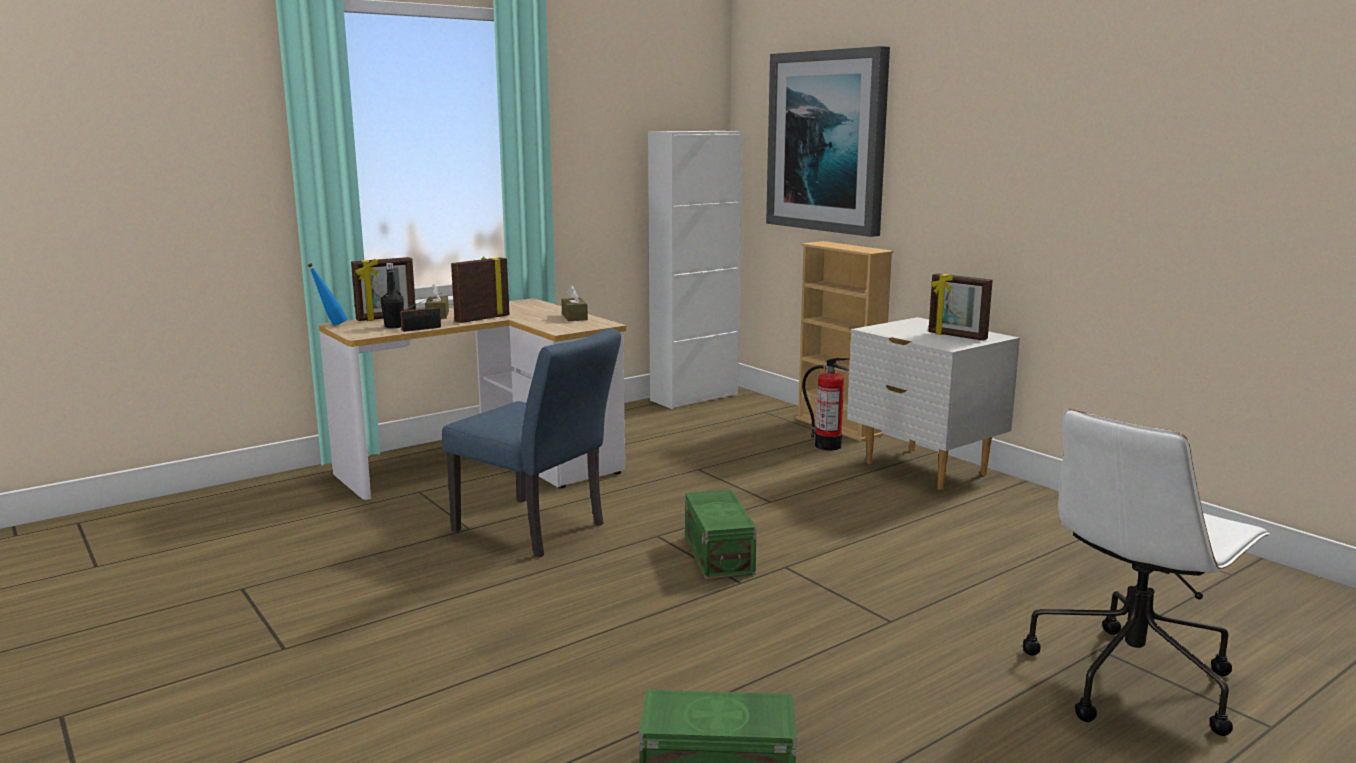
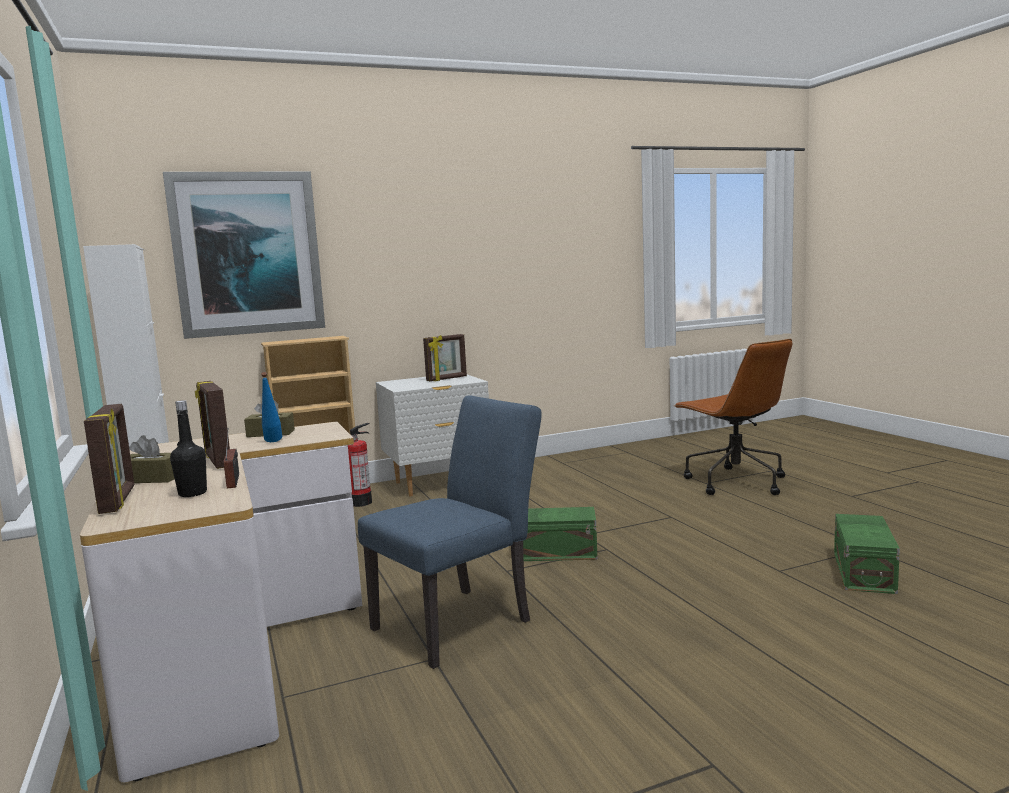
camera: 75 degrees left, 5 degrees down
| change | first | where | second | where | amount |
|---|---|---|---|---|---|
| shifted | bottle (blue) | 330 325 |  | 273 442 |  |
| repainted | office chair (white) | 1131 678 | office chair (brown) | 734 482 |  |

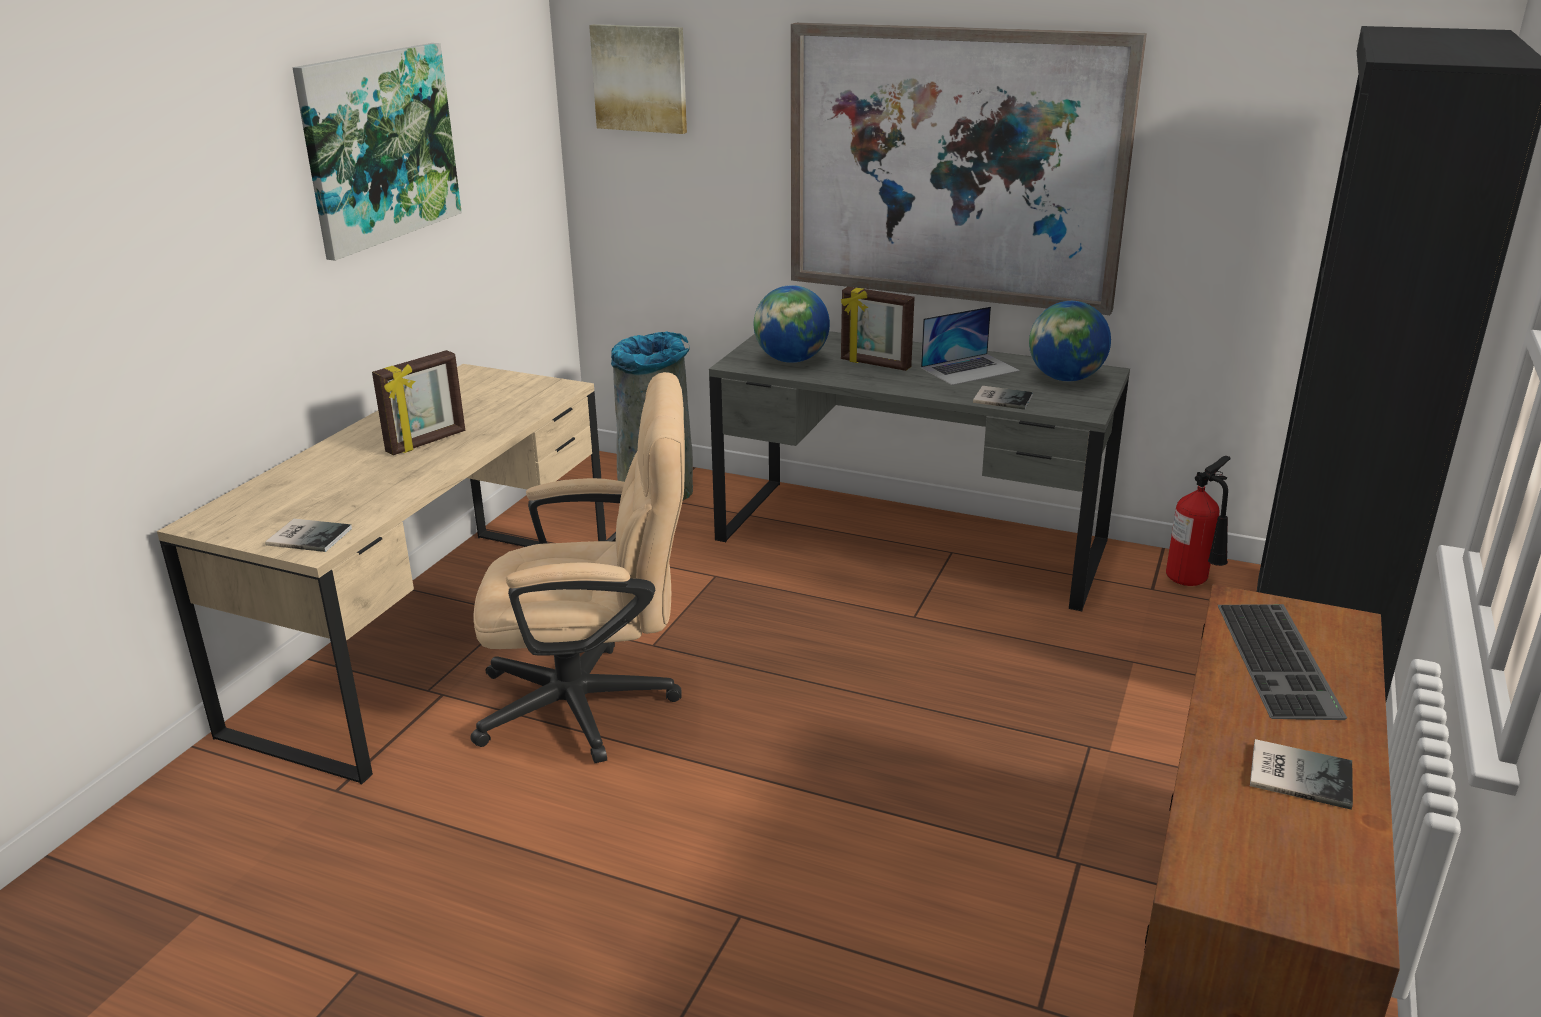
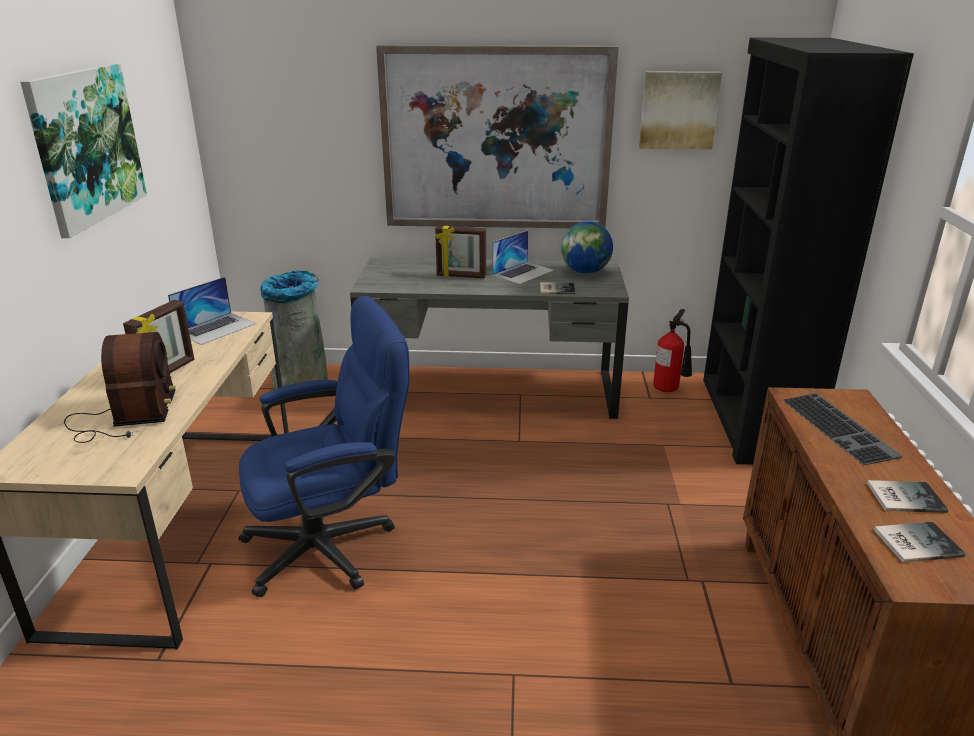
camera: 20 degrees left, 0 degrees up
| change | first | where | second | where | amount |
|---|---|---|---|---|---|
| new |  |  | radio | 125 417 |  |
| new |  |  | laptop | 216 328 |  |
| repainted | office chair (beige) | 595 703 | office chair (blue) | 333 545 |  |
| shifted | picture | 640 78 |  | 678 110 |  |
| shifted | book | 308 535 |  | 914 542 |  |
| gone | globe | 791 360 |  |  |  |

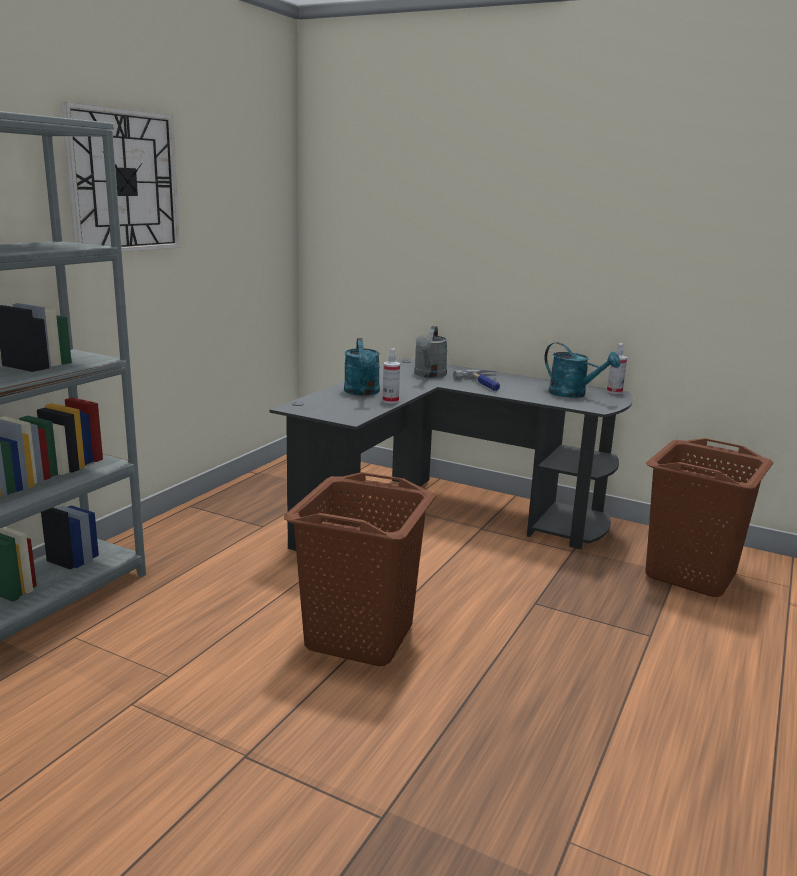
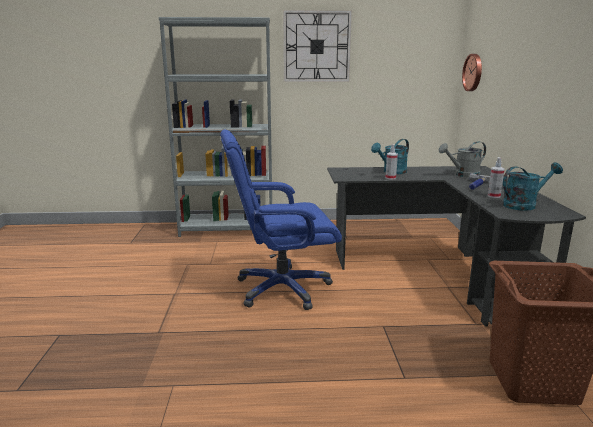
camera: 60 degrees right, 0 degrees up
| change | first | where | second | where | amount |
|---|---|---|---|---|---|
| swapped | laundry basket (brown) | 358 636 | office chair (blue) | 281 288 |  |
| new |  |  | wall clock | 473 72 |  |
| shifted | spray bottle | 614 391 |  | 494 196 |  |
| rotated | watering can (turquoise) | 573 394 |  | 524 205 | 120 degrees counterclockwise |

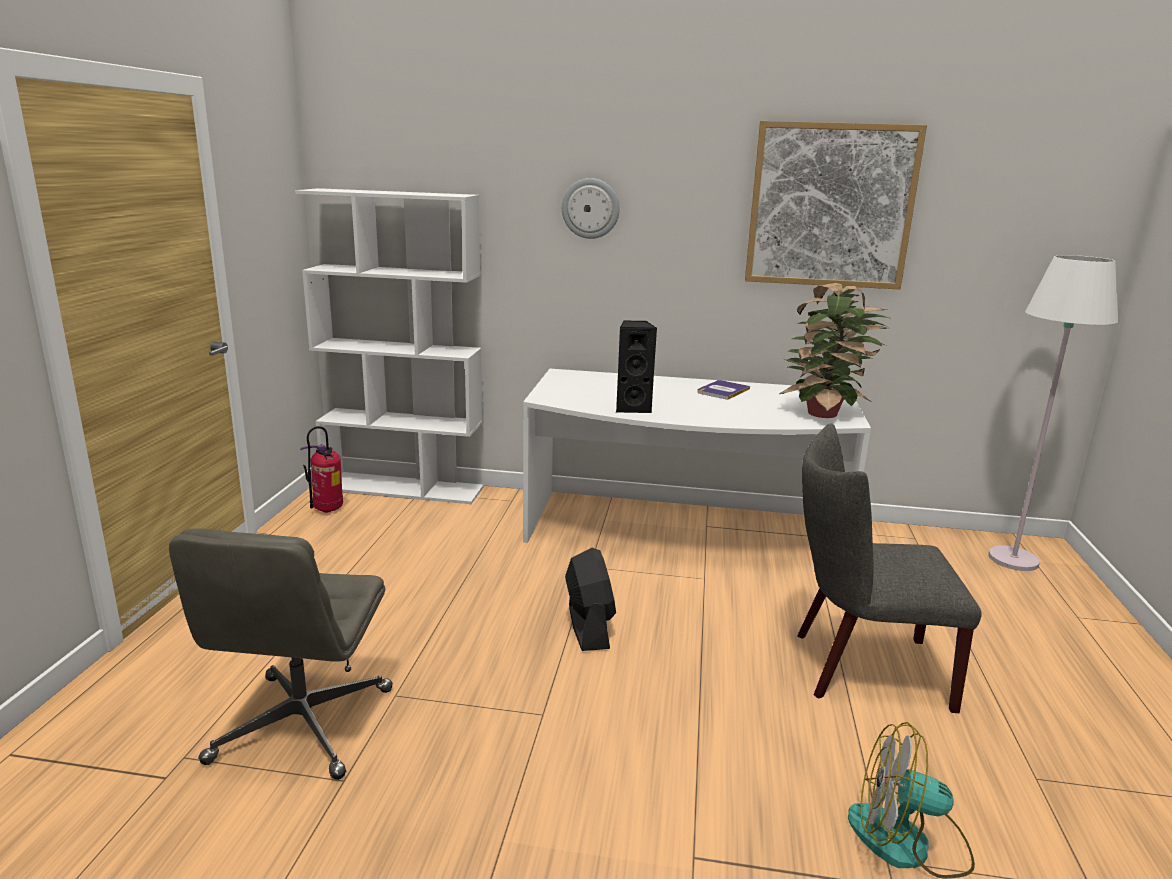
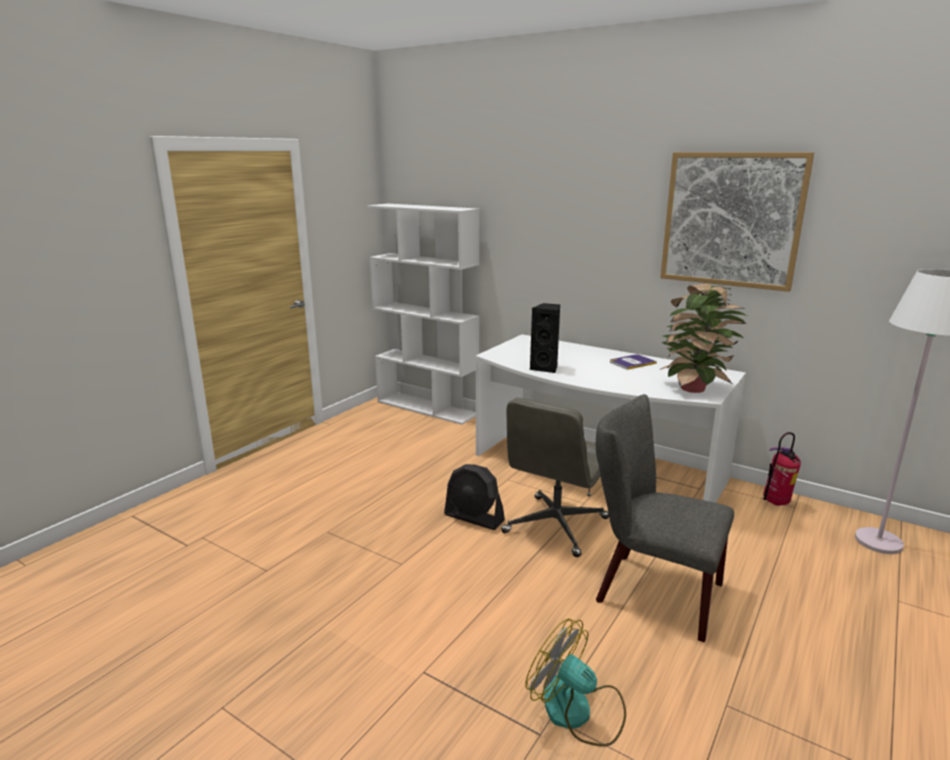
camera: 25 degrees right, 0 degrees up
| change | first | where | second | where | amount |
|---|---|---|---|---|---|
| rotated | fan (black) | 588 627 |  | 474 518 | 105 degrees clockwise |
| shifted | office chair (grey) | 302 726 |  | 555 526 |  |
| shifted | fire extinguisher | 327 510 |  | 776 503 |  |
| gone | wall clock | 590 208 |  |  |  |

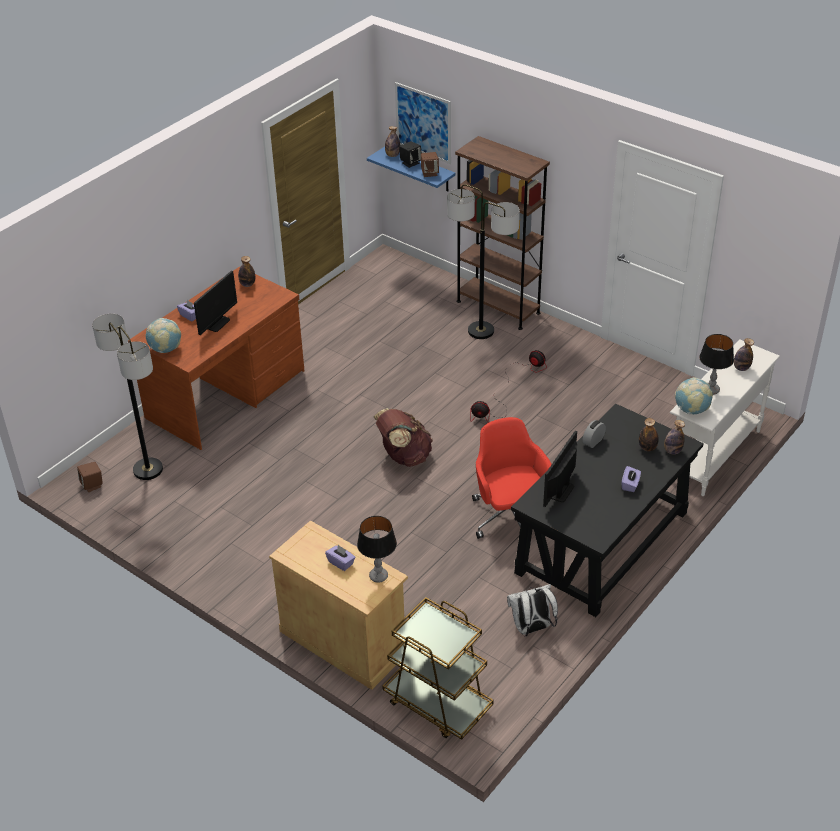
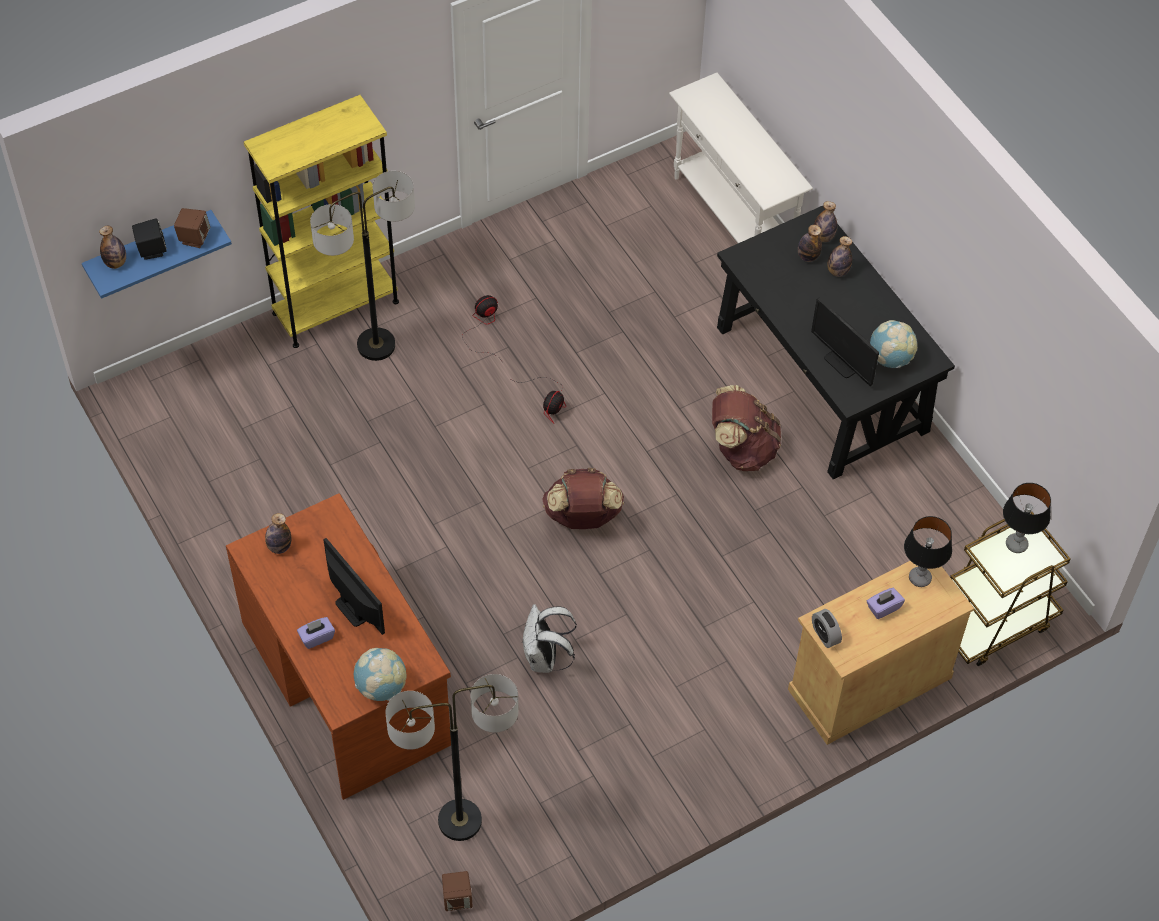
camera: 70 degrees left, 15 degrees up
| change | first | where | second | where | amount |
|---|---|---|---|---|---|
| repainted | bookcase (brown) | 498 307 | bookcase (yellow) | 335 307 |  |
| shifted | backpack (white) | 531 628 |  | 545 659 |  |
| swapped | office chair (red) | 510 517 | backpack (brown) | 741 449 |  |
| shifted | alarm clock | 593 441 |  | 825 635 |  |
| shifted | bottle | 741 368 |  | 837 271 |  |
| shifted | globe | 691 410 |  | 890 358 |  |
| shifted | table lamp | 711 390 |  | 1016 544 |  |
| gone | picture | 423 123 |  |  |  |
| gone | tissue box (purple) | 630 485 |  |  |  |

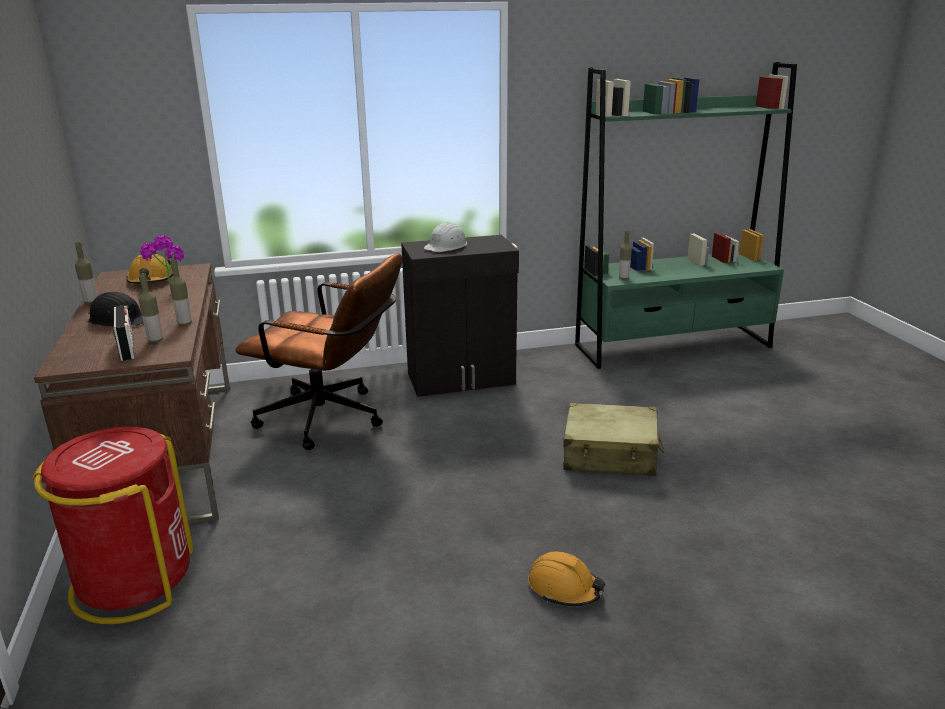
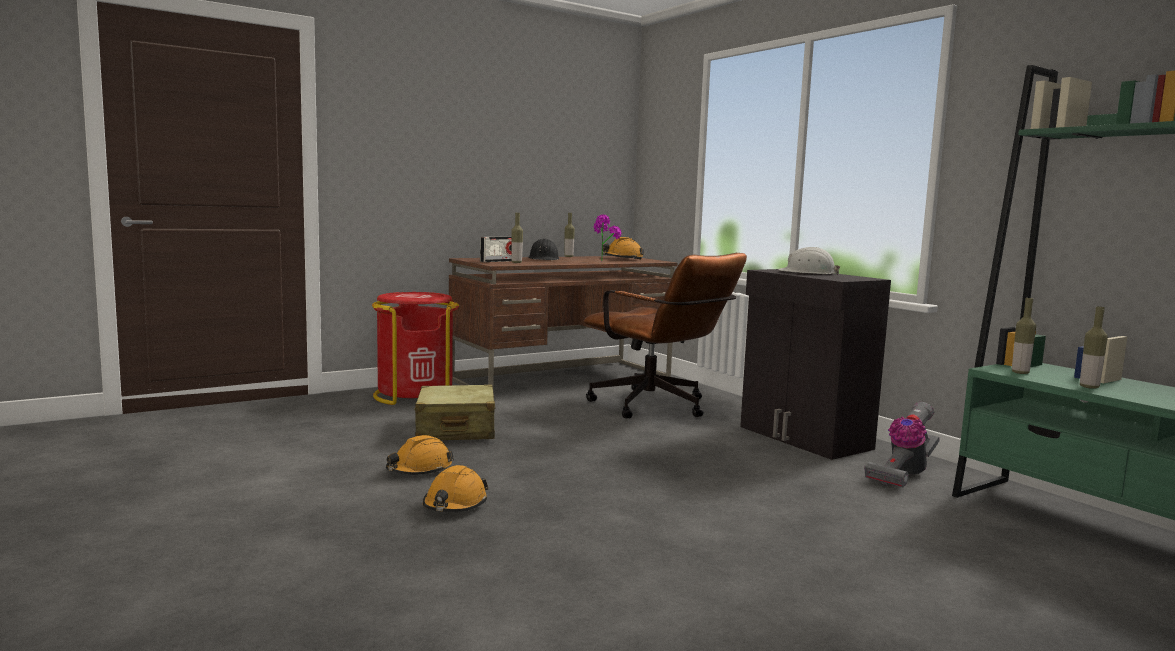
camera: 70 degrees right, 15 degrees down
| change | first | where | second | where | amount |
|---|---|---|---|---|---|
| new |  |  | hard hat (orange) | 419 470 |  |
| shifted | suitcase (beige) | 610 454 |  | 456 430 |  |
| rotated | office chair (brown) | 332 420 |  | 658 408 | 45 degrees counterclockwise |
| new |  |  | vacuum cleaner | 903 474 |  |
| shifted | bottle | 184 323 |  | 1089 387 |  |

